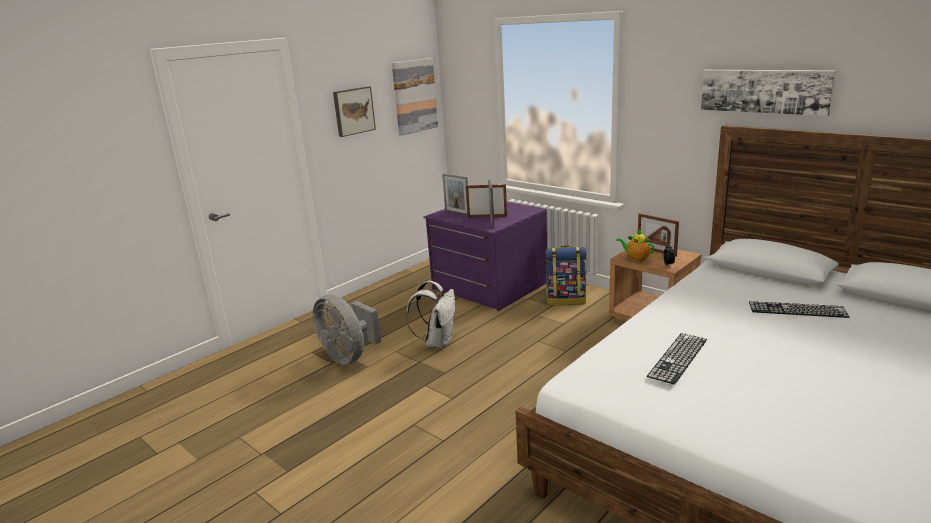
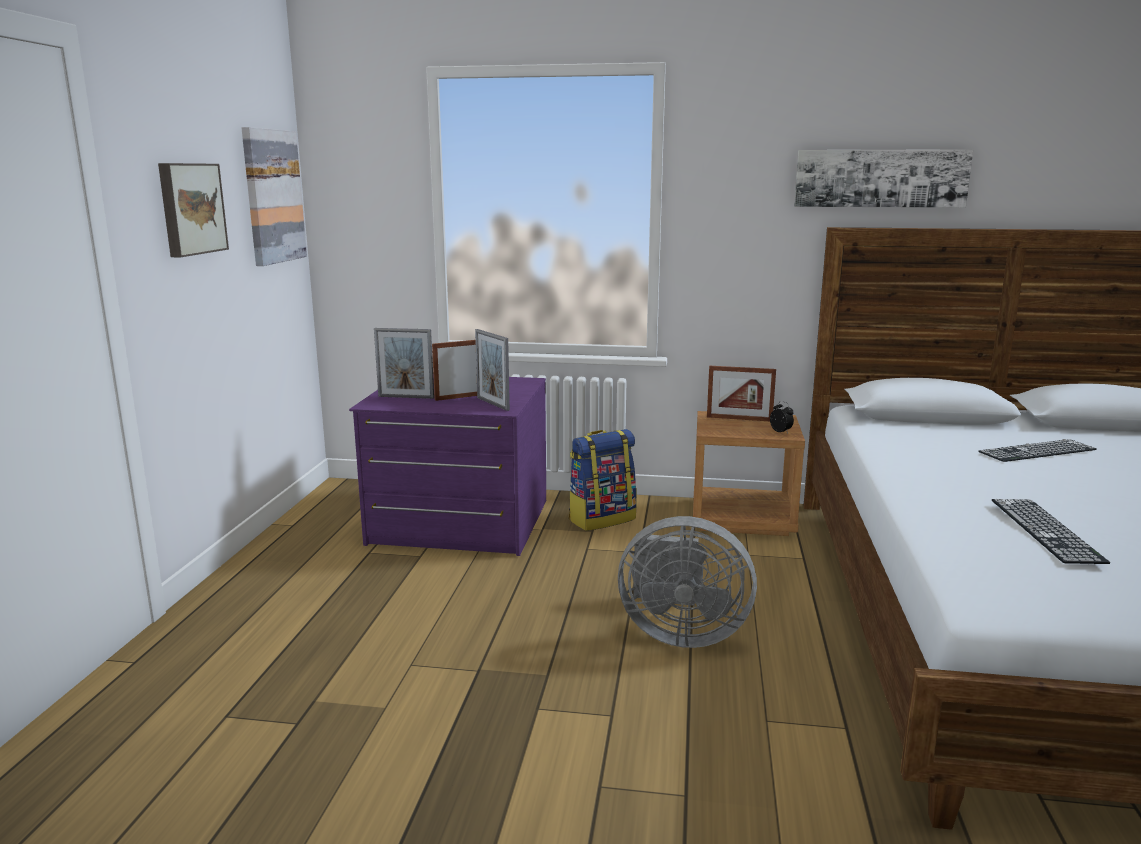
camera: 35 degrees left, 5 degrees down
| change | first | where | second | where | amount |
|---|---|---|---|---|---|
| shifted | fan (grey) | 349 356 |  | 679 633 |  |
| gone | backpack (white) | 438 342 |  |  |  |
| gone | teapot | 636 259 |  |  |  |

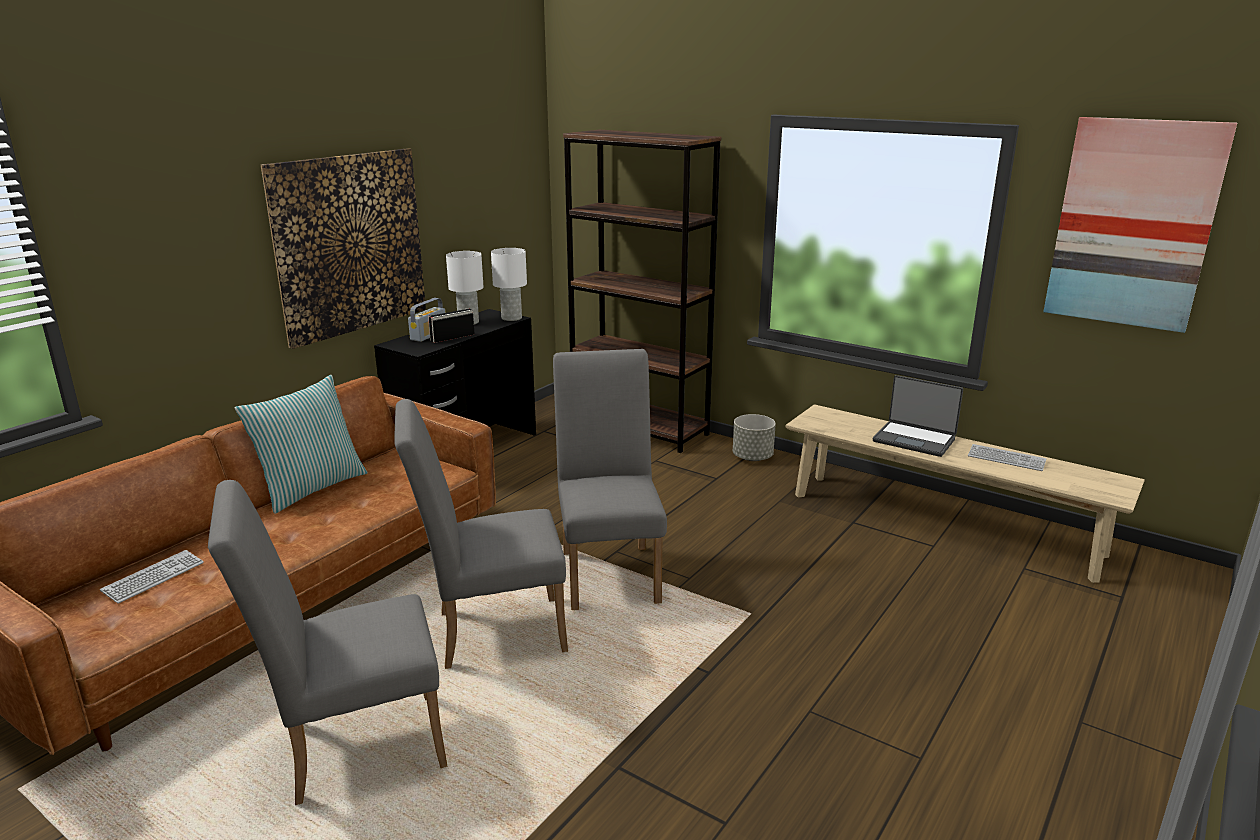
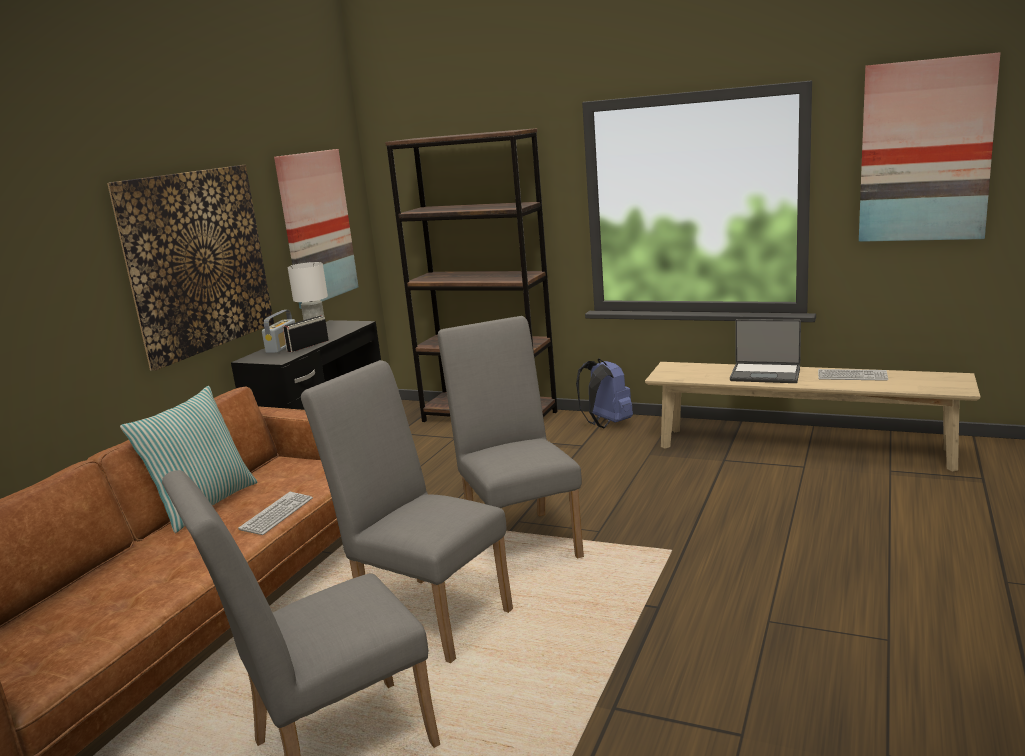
camera: 10 degrees left, 5 degrees down
| change | first | where | second | where | amount |
|---|---|---|---|---|---|
| shifted | keyboard | 153 577 |  | 277 514 |  |
| new |  |  | picture | 316 227 |  |
| rotated | chair (grey) | 490 632 |  | 426 614 | 60 degrees clockwise |
| swapped | planter (grey) | 752 457 | backpack (blue) | 606 423 |  |
| gone | table lamp (white) | 512 318 |  |  |  |

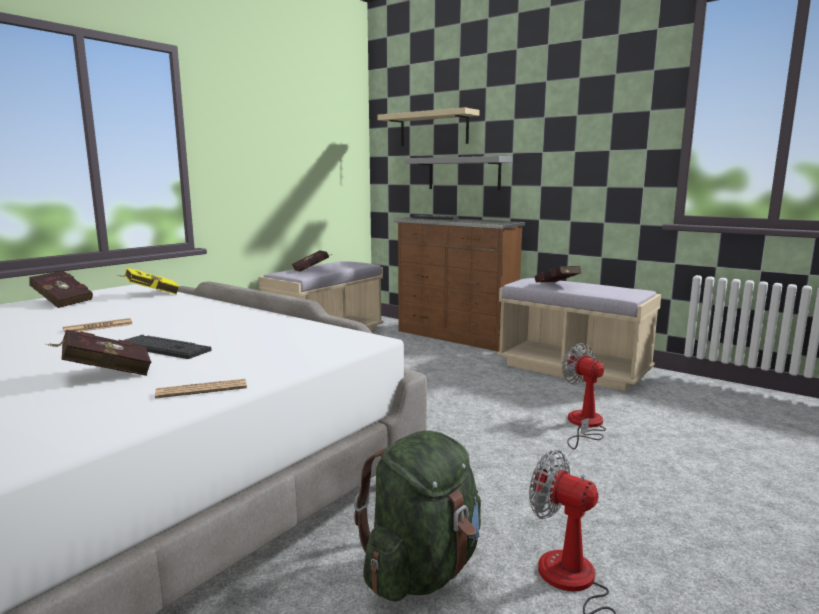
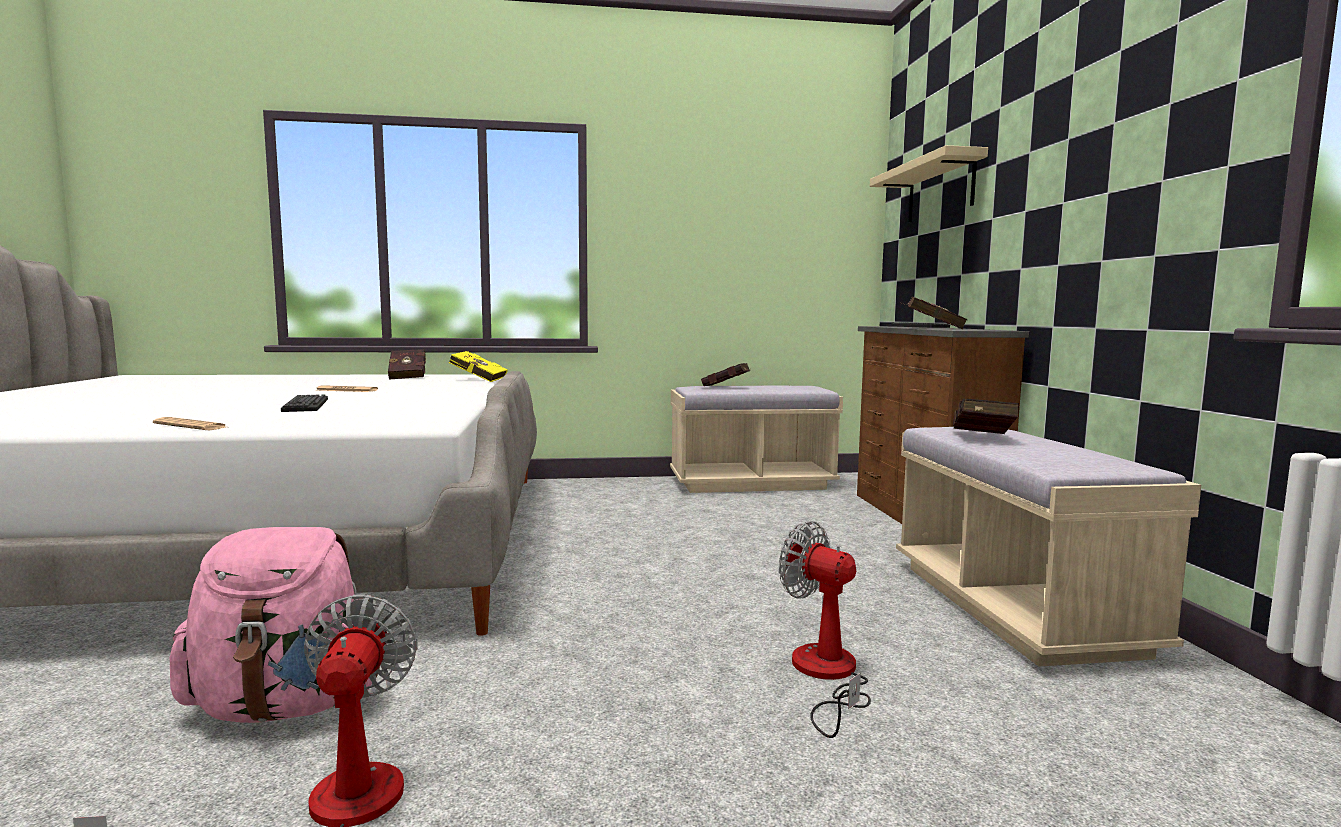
camera: 45 degrees right, 5 degrees down
| change | first | where | second | where | amount |
|---|---|---|---|---|---|
| repainted | backpack (green) | 422 570 | backpack (pink) | 286 706 |  |
| rotated | fan | 584 425 |  | 826 676 | 60 degrees counterclockwise |
| shifted | book (red) | 104 374 |  | 932 328 |  |
| gone | shelf (grey) | 464 173 |  |  |  |

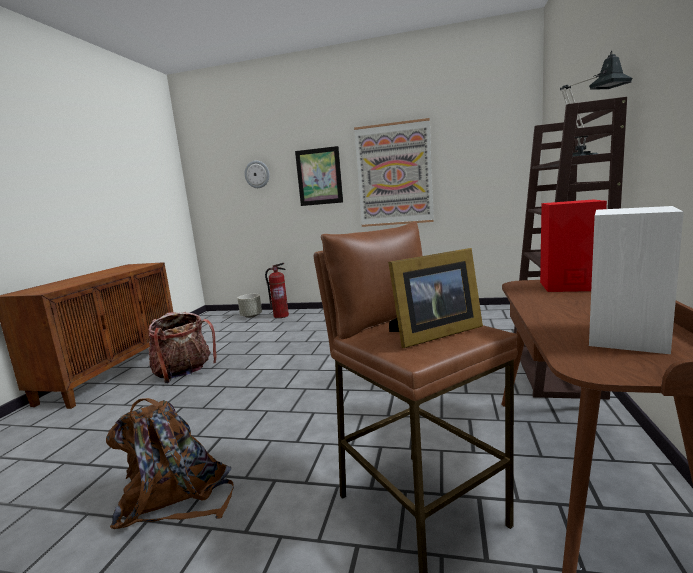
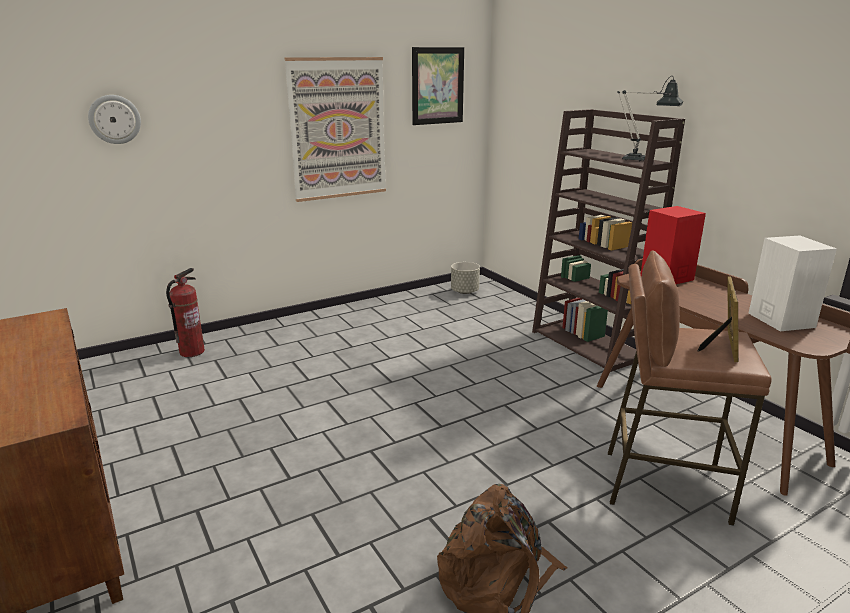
camera: 45 degrees left, 10 degrees up
| change | first | where | second | where | amount |
|---|---|---|---|---|---|
| shifted | picture | 319 176 |  | 437 86 |  |
| shifted | planter (grey) | 251 316 |  | 464 291 |  |
| gone | backpack | 184 373 |  |  |  |

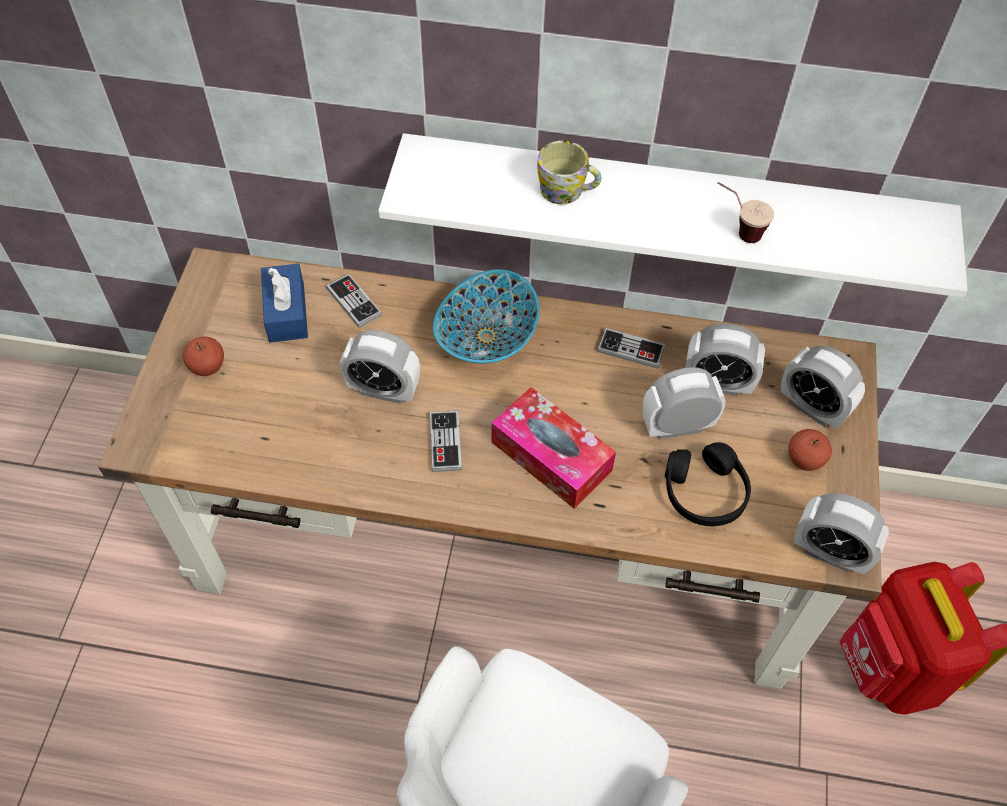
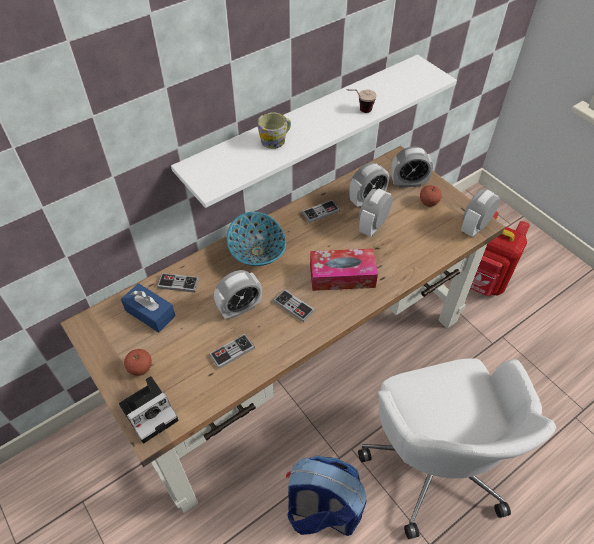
camera: 45 degrees left, 5 degrees down
| change | first | where | second | where | amount |
|---|---|---|---|---|---|
| new |  |  | photo camera | 150 411 |  |
| new |  |  | game controller | 232 352 |  |
| new |  |  | backpack | 322 511 |  |
| rotated | alarm clock | 829 552 |  | 475 227 | 150 degrees clockwise |
| gone | headphones (black) | 705 492 |  |  |  |

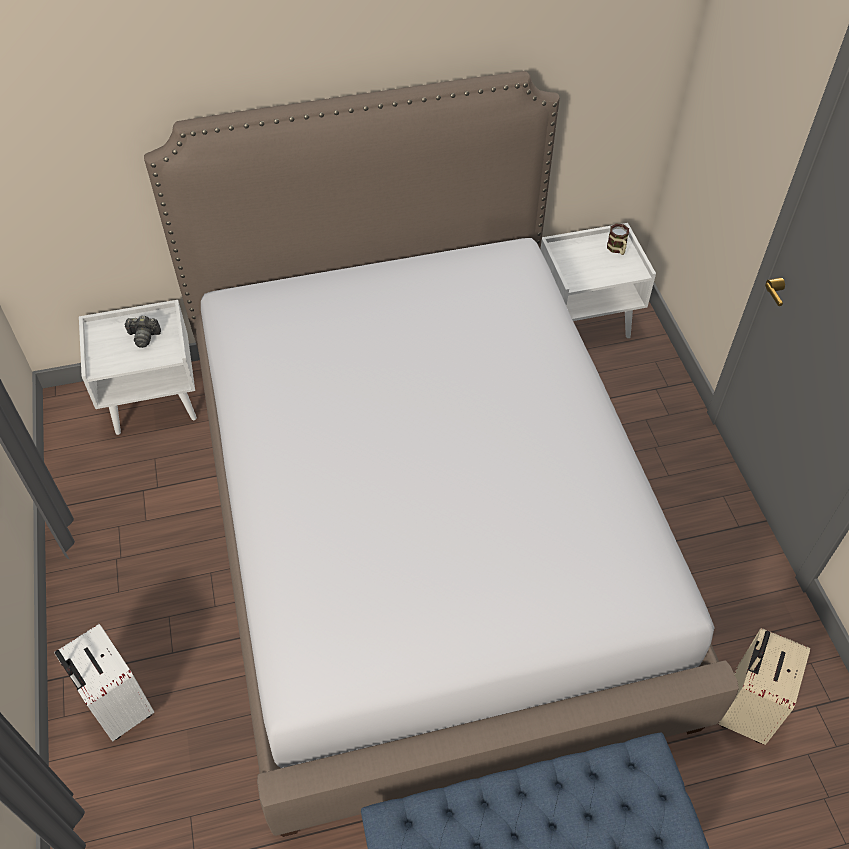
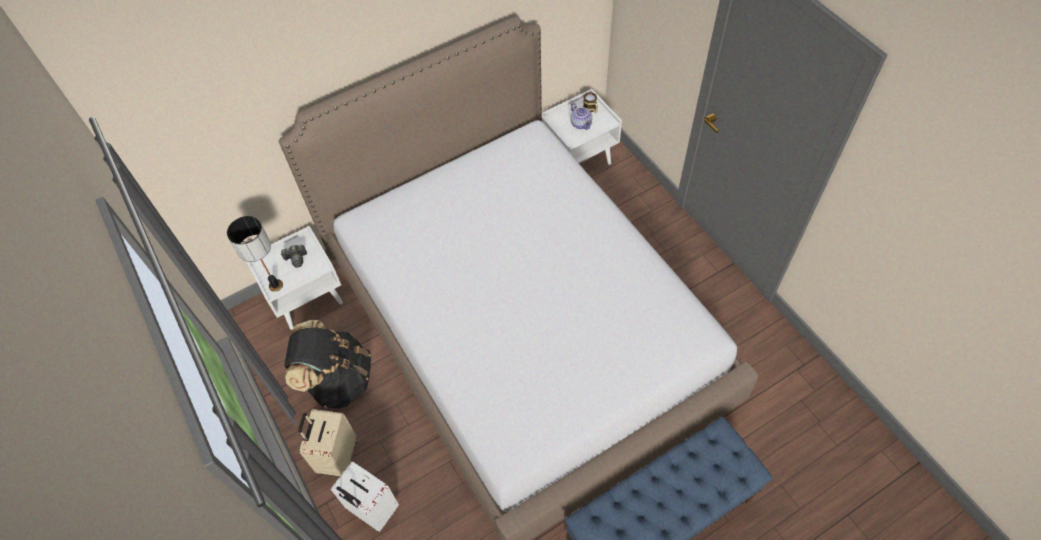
camera: 15 degrees left, 5 degrees up
| change | first | where | second | where | amount |
|---|---|---|---|---|---|
| new |  |  | table lamp | 275 285 |  |
| new |  |  | backpack (black) | 338 379 |  |
| shifted | suitcase (beige) | 744 709 |  | 337 456 |  |
| new |  |  | teapot | 581 124 |  |

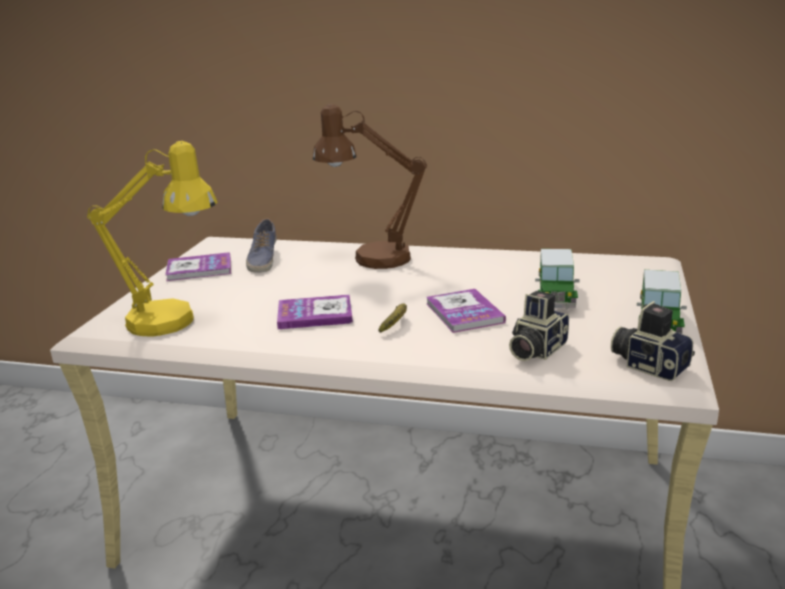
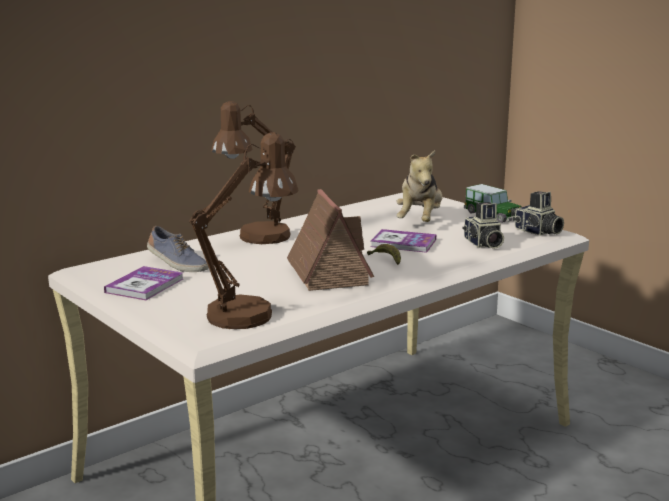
camera: 55 degrees left, 5 degrees down
| change | first | where | second | where | amount |
|---|---|---|---|---|---|
| repainted | table lamp (yellow) | 175 322 | table lamp (brown) | 250 312 |  |
| swapped | book | 315 314 | toy house | 327 274 |  |
| swapped | toy car | 555 295 | plush toy | 420 221 |  |
| rotated | photo camera | 649 365 |  | 538 232 | 120 degrees counterclockwise |

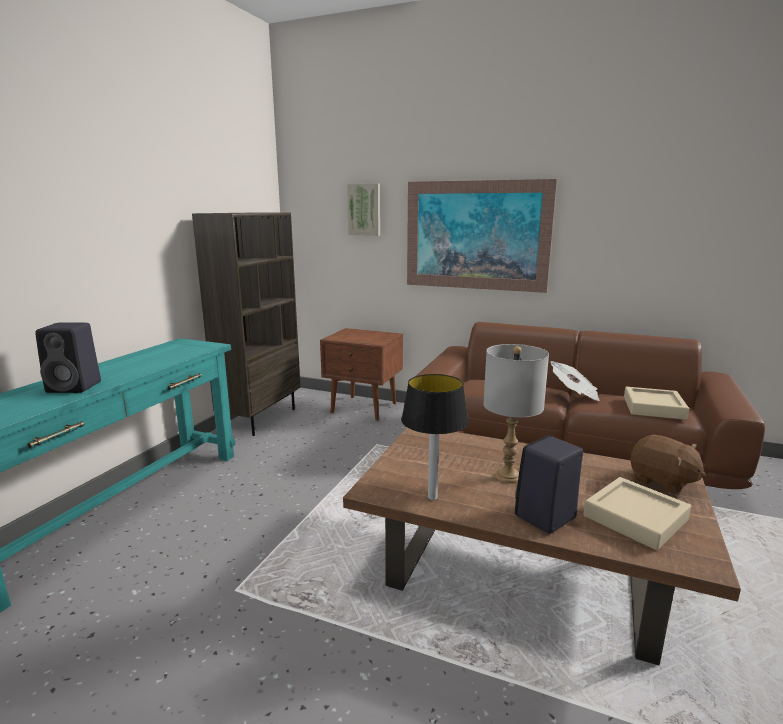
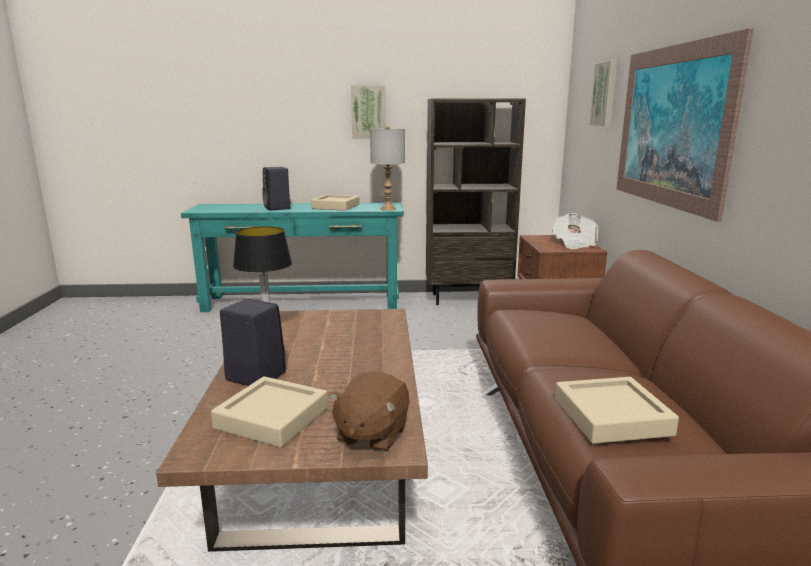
camera: 65 degrees right, 0 degrees up
| change | first | where | second | where | amount |
|---|---|---|---|---|---|
| new |  |  | tray (beige) | 335 206 |  |
| new |  |  | picture | 368 112 |  |
| shifted | table lamp (grey) | 507 476 |  | 388 209 |  |
| shifted | newspaper | 574 394 |  | 574 244 |  |

